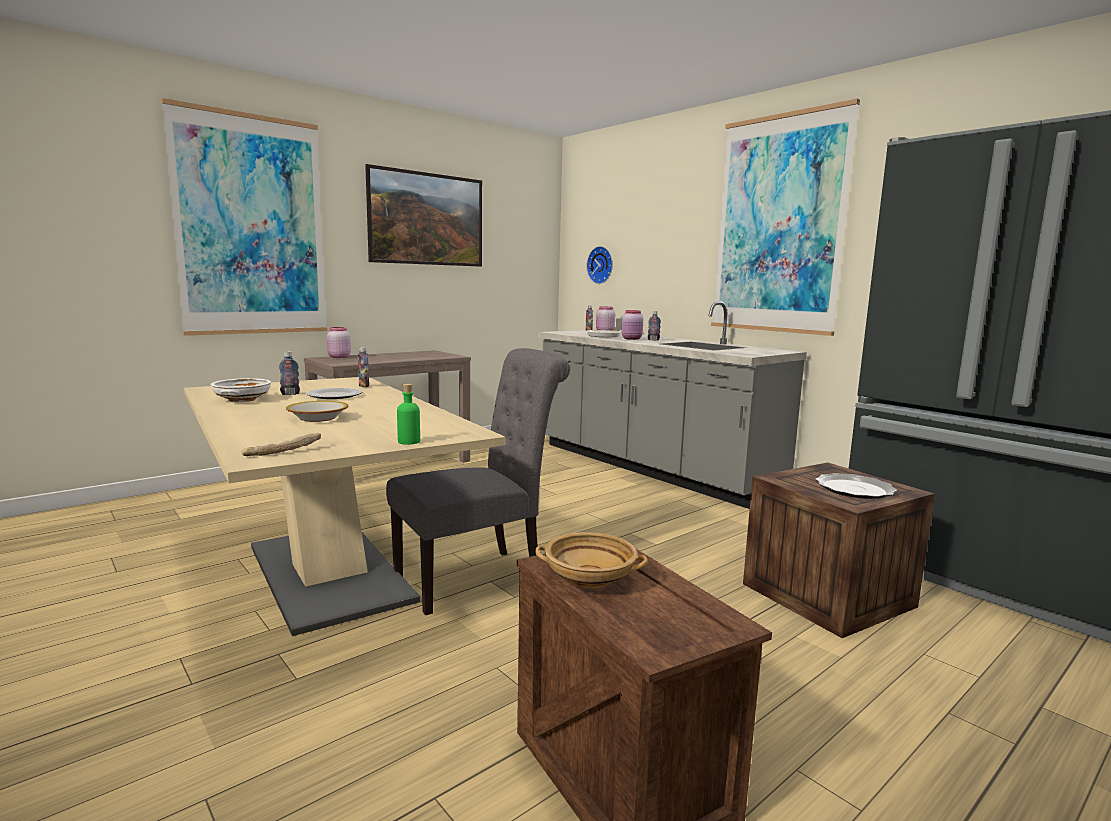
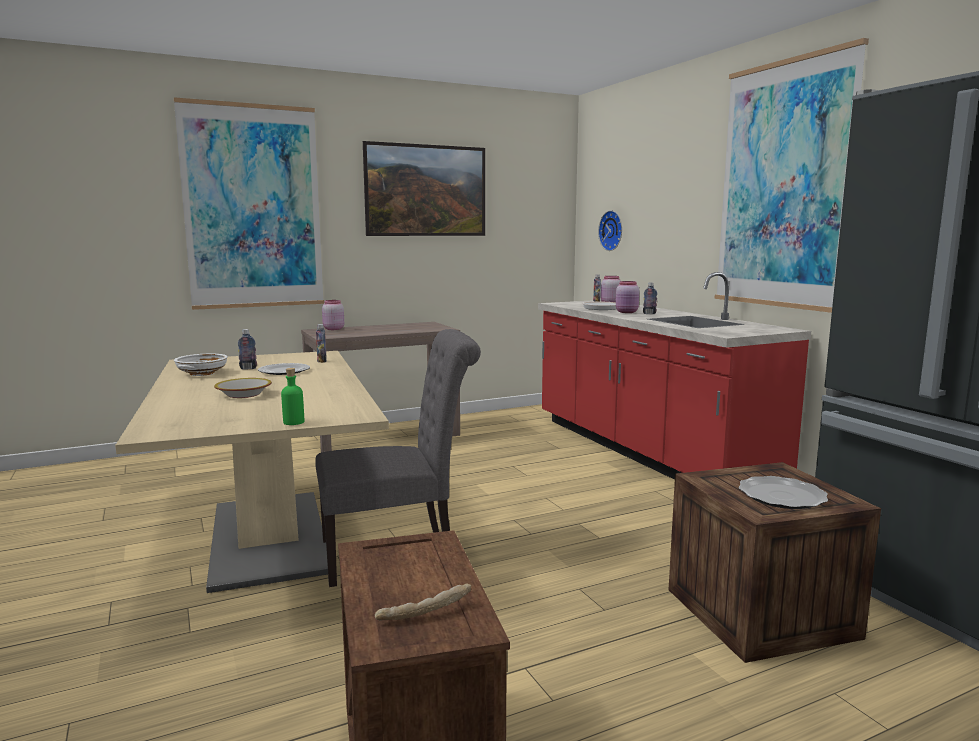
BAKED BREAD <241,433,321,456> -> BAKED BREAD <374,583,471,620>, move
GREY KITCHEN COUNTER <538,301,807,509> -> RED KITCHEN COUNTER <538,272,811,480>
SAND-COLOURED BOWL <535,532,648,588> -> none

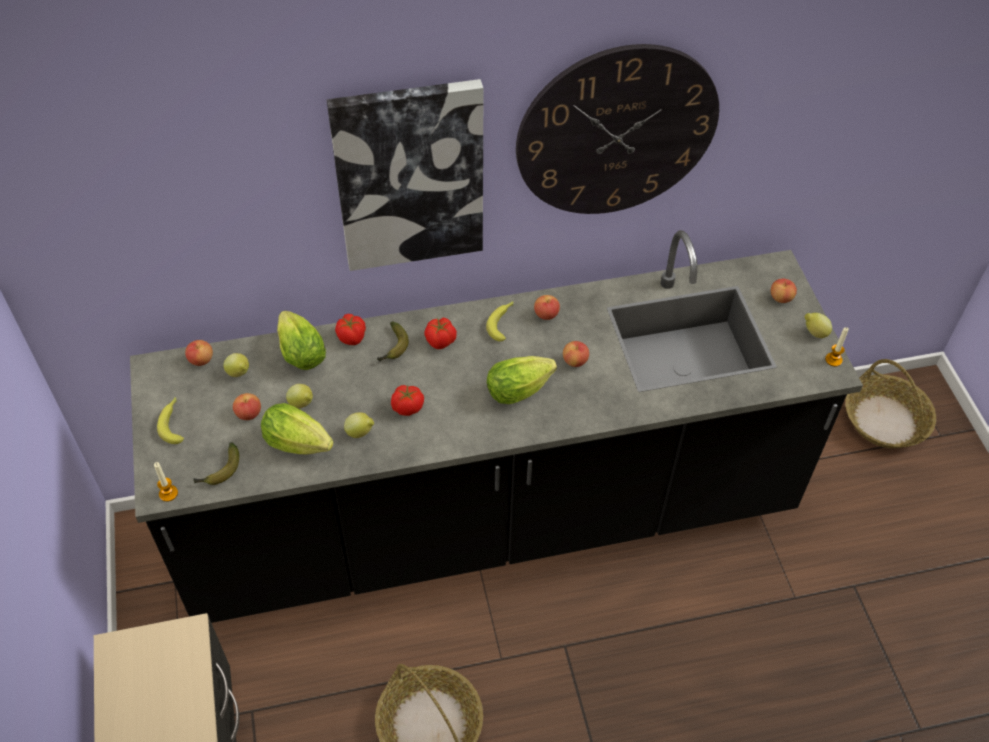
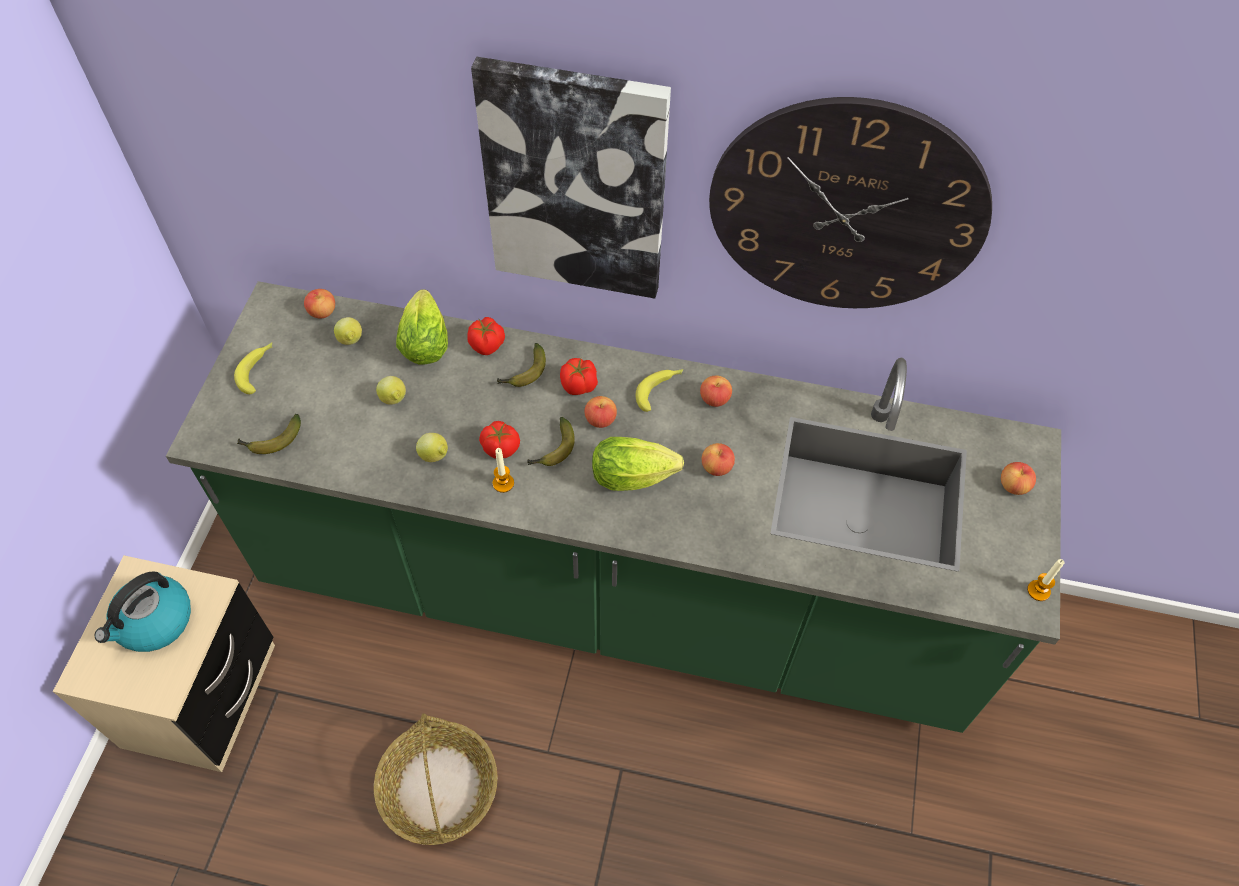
none -> KETTLE <95,571,191,652>
BLACK KITCHEN COUNTER <130,230,863,623> -> GREEN KITCHEN COUNTER <166,281,1061,733>
WAX CANDLE <154,462,178,502> -> WAX CANDLE <493,448,514,493>, move
none -> BANANA FRUIT <527,417,575,466>
APPLE <233,393,261,420> -> APPLE <585,396,617,428>, move
LETTUCE HEAD <261,403,334,455> -> none
WHOLE LEMON <805,313,832,338> -> none
HOUSEHOLD BASKET <845,359,936,448> -> none

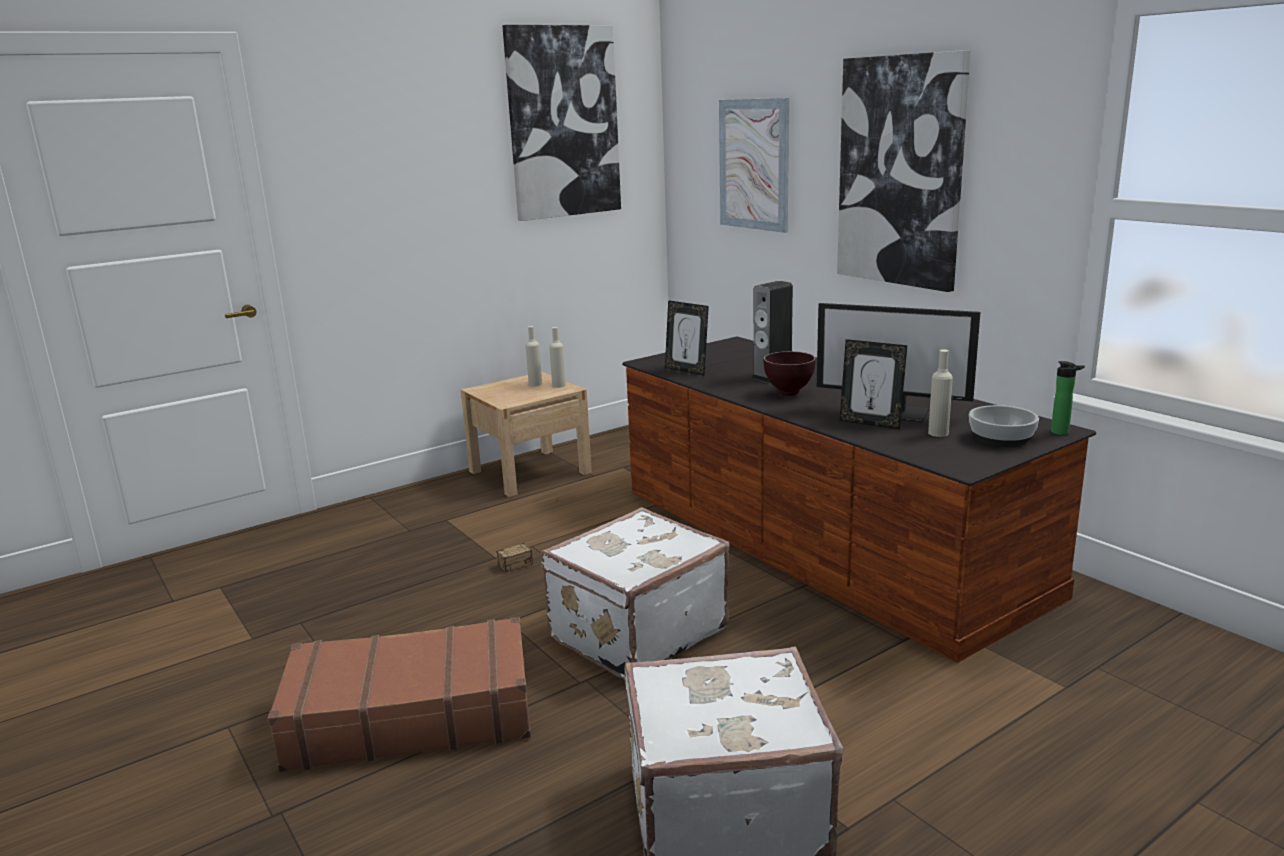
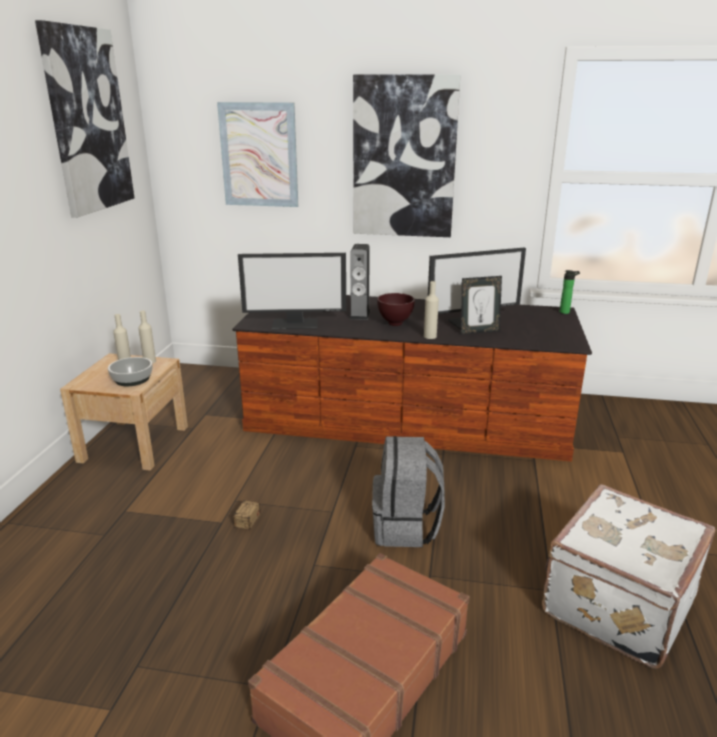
BOWL <969,405,1039,447> -> BOWL <108,357,153,386>, move
PICTURE FRAME <665,300,709,376> -> MONITOR <238,253,346,329>
WHITISH TRAVEL CASE <541,507,730,680> -> GREY BACKPACK <372,436,445,547>
SAND-COLOURED BOTTLE <928,349,953,437> -> SAND-COLOURED BOTTLE <424,281,439,339>, move

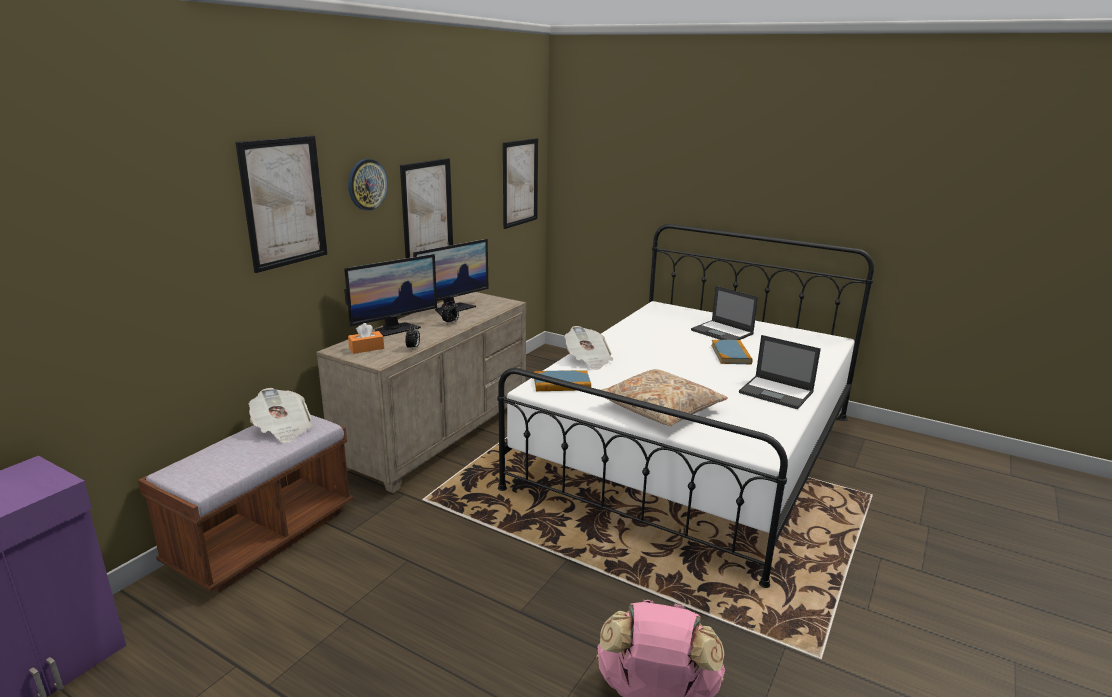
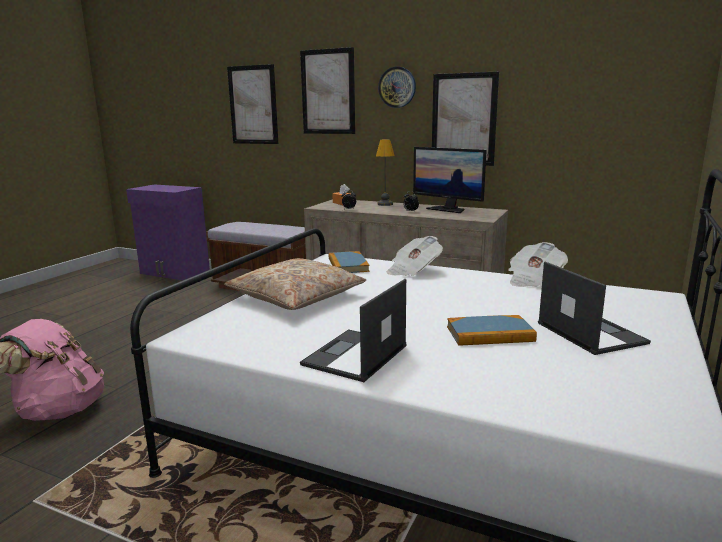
PICTURE <503,138,538,229> -> PICTURE <227,64,278,144>, move
MONITOR <344,254,437,337> -> TABLETOP LAMP <376,139,395,206>
NEWSPAPER <249,388,313,443> -> NEWSPAPER <509,242,568,287>, move
PORTABLE COMPUTER <691,286,758,340> -> PORTABLE COMPUTER <538,261,651,355>, 120 degrees clockwise

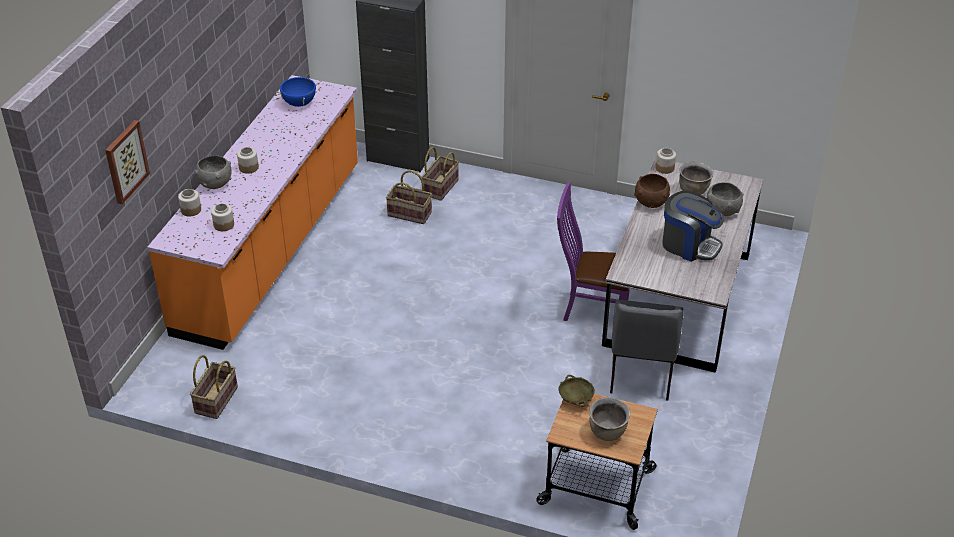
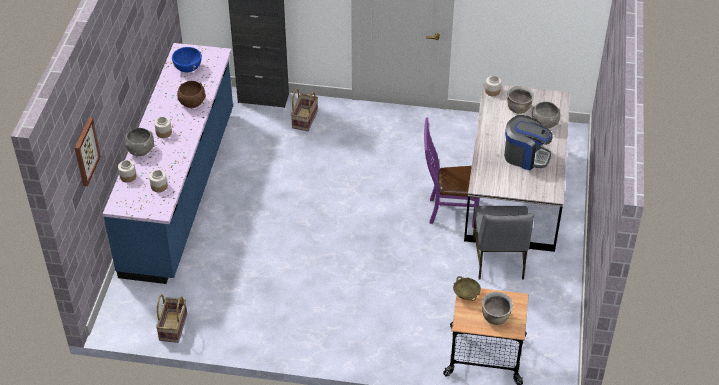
ORANGE-COLOURED KITCHEN COUNTER <148,75,358,350> -> BLUISH KITCHEN COUNTER <103,43,233,284>
BROWNISH BOWL <634,174,670,208> -> BROWNISH BOWL <177,81,206,109>, move
HOUSEHOLD BASKET <386,170,432,224> -> none

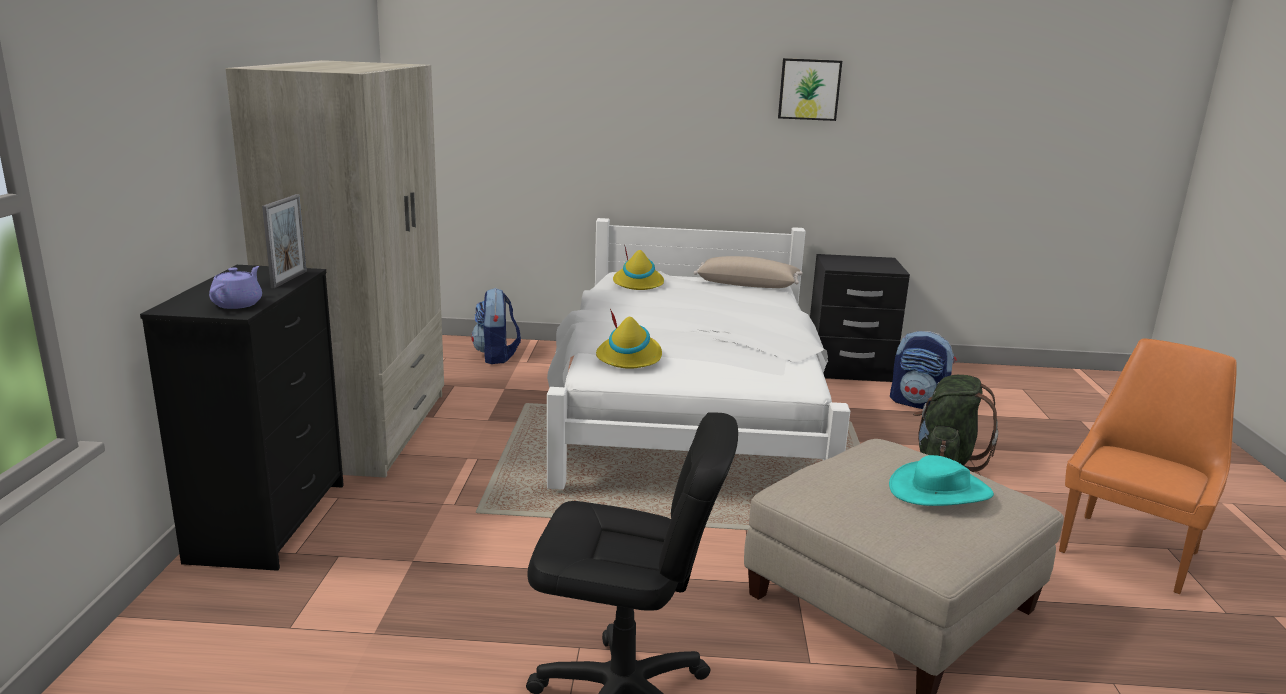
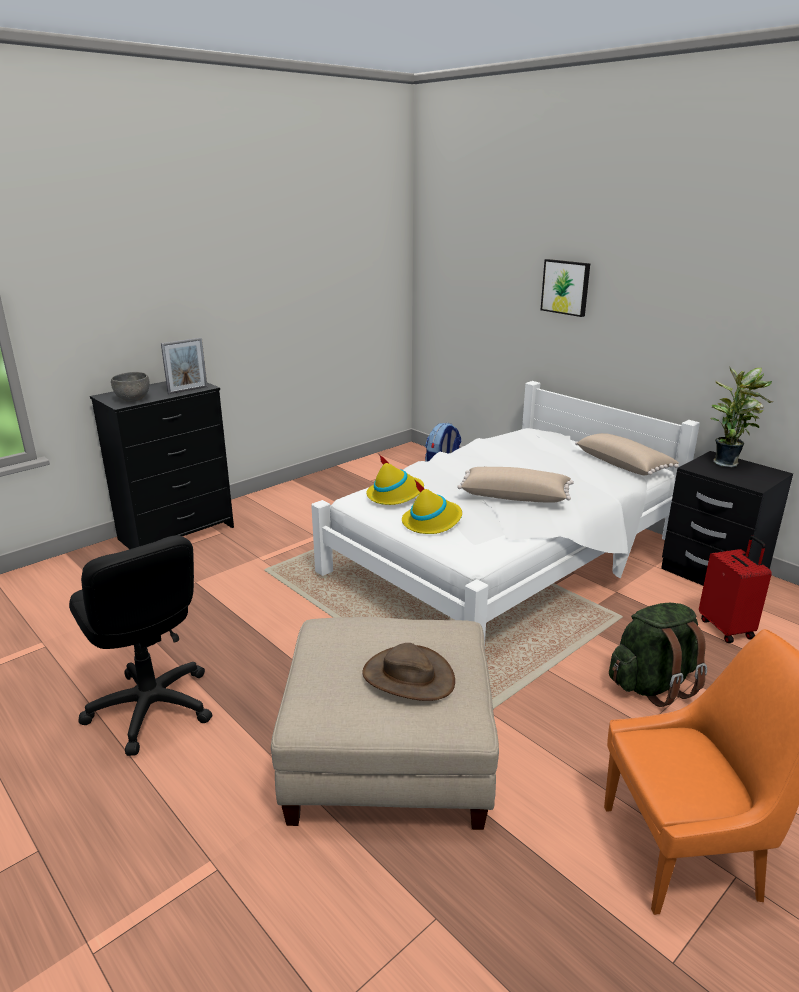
PURPLE TEA POT <209,266,262,309> -> GREY BOWL <111,372,150,402>
TURQUOISE CLOTHING HAT <889,455,994,506> -> BROWNISH CLOTHING HAT <362,643,455,701>
YELLOW-COLOURED CLOTHING HAT <613,244,664,290> -> YELLOW-COLOURED CLOTHING HAT <402,479,462,534>, move
none -> SAND-COLOURED THROW PILLOW <457,467,574,503>
PICTURE <778,58,842,121> -> PICTURE <541,259,590,317>, move
BACKPACK <890,331,957,409> -> RED TRAVEL CASE <699,536,772,643>
none -> PLANT IN A POT <710,366,774,467>
SAND-COLOURED CLOTHES CUPBOARD <225,60,444,478> -> none

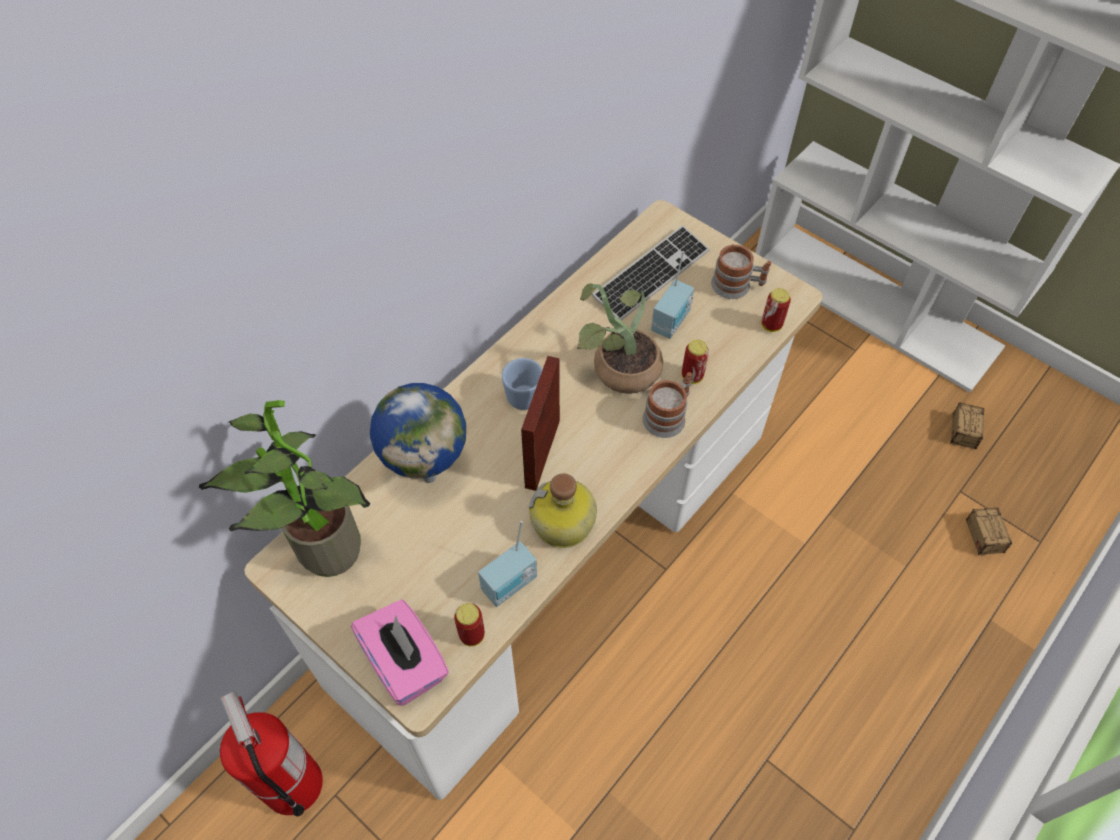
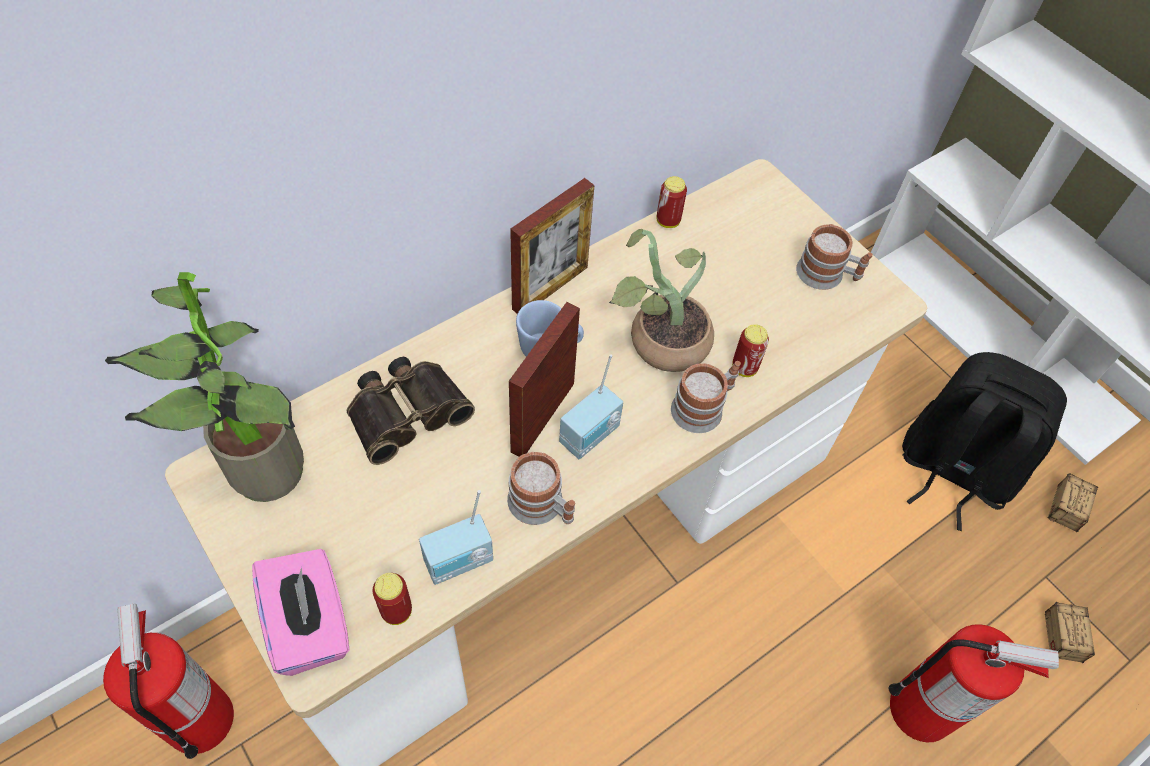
GLOBE <370,383,466,483> -> BINOCULARS <347,357,475,465>
BOTTLE <528,473,597,548> -> COFFEE MUG <507,452,575,525>
none -> PICTURE FRAME <510,178,594,314>
RADIO <651,251,694,339> -> RADIO <559,354,623,459>, move
CAN <761,288,791,332> -> CAN <657,176,687,228>, move
none -> FIRE EXTINGUISHER <889,624,1059,742>
none -> BLACK BACKPACK <902,352,1067,531>
COMPUTER KEYBOARD <592,225,710,320> -> none

